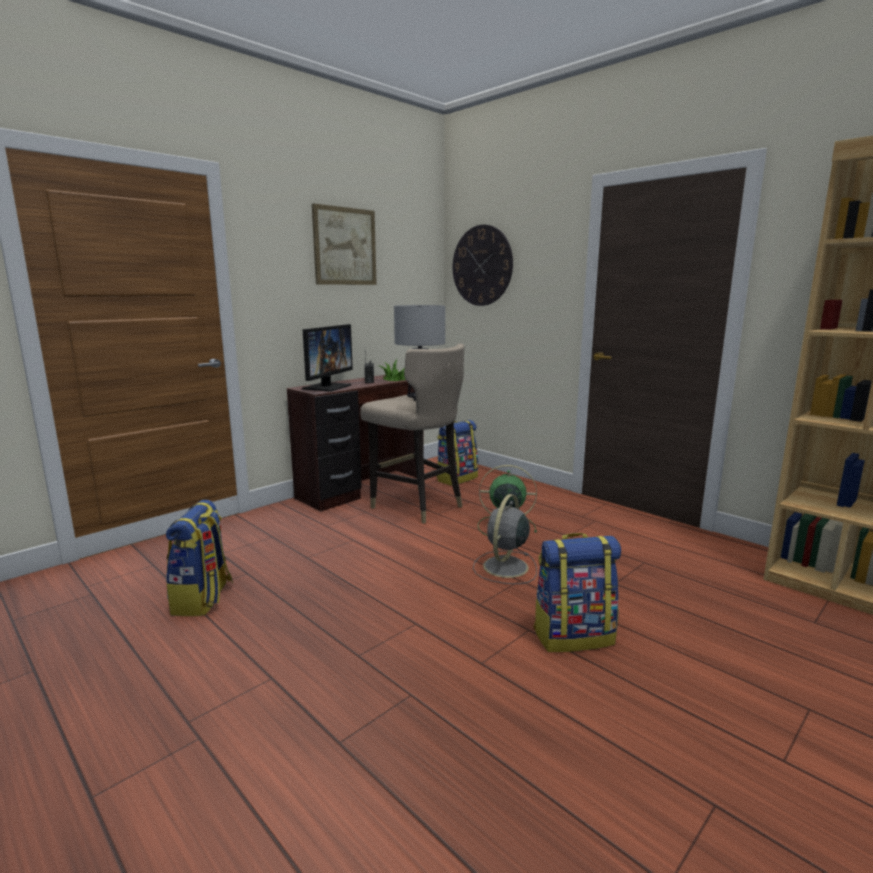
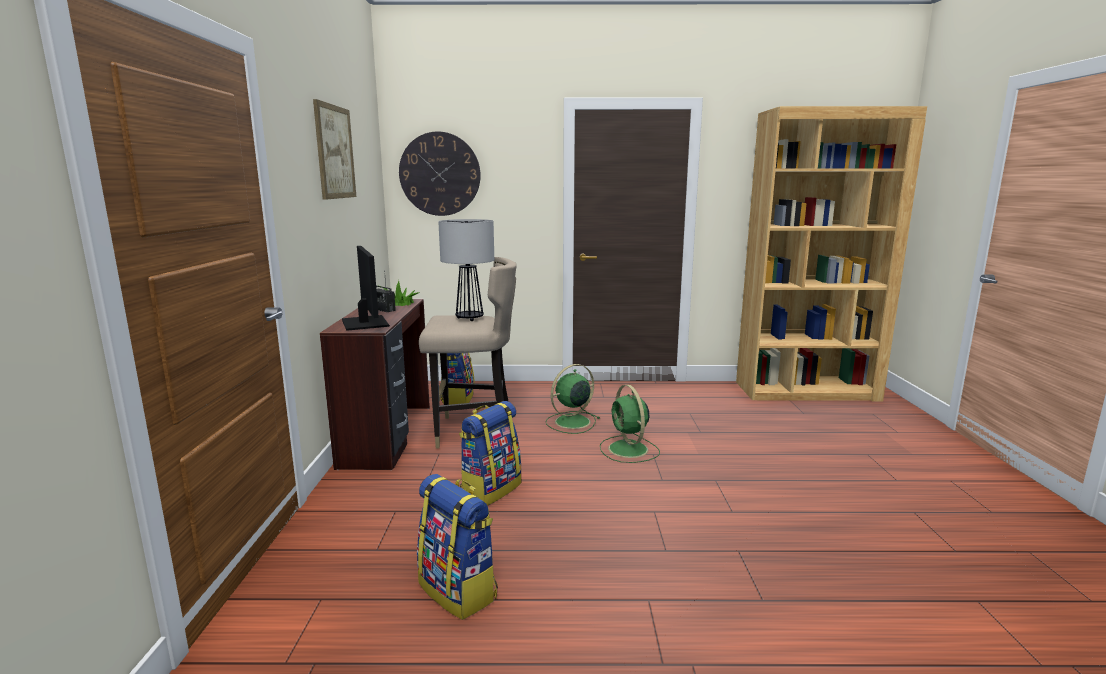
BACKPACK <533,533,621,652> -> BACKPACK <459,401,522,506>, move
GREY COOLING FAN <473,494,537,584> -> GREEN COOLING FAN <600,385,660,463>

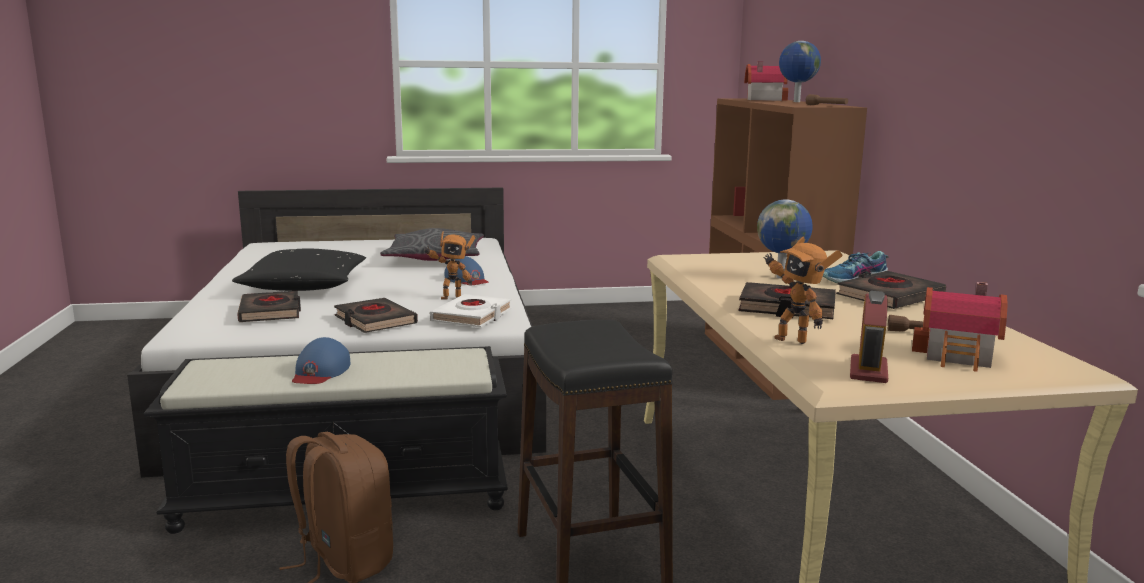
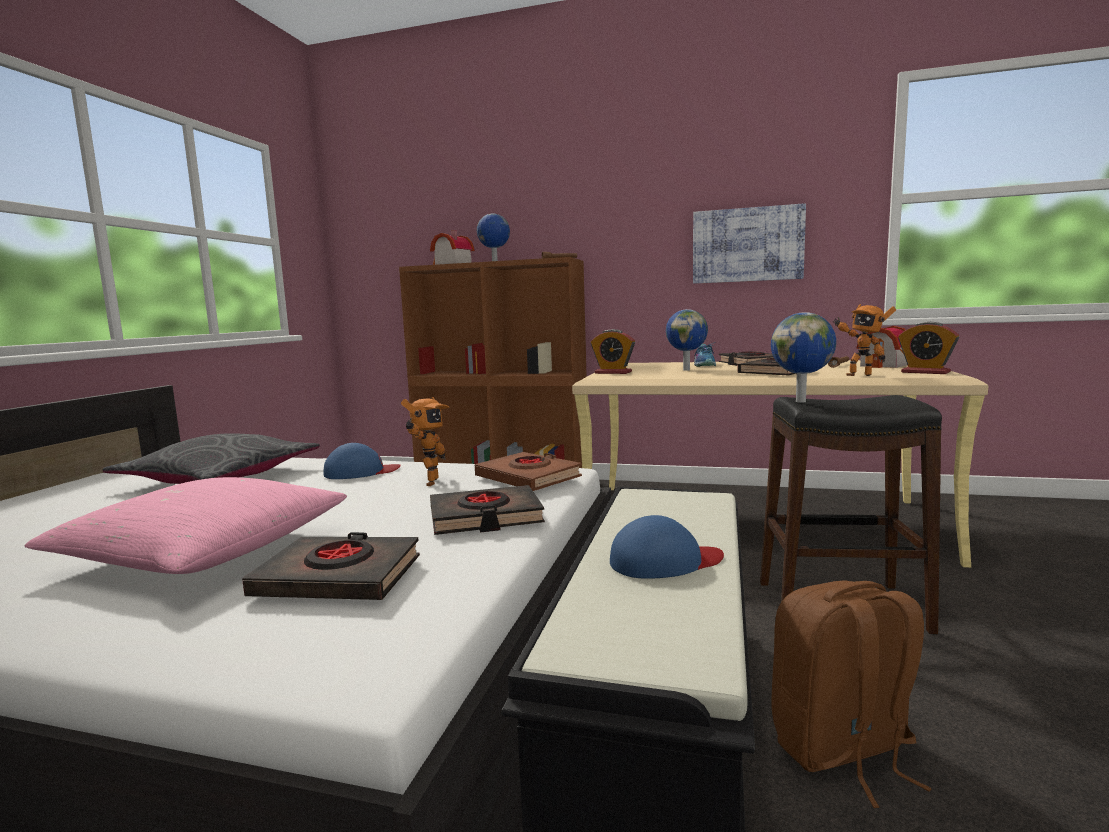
BLACK THROW PILLOW <232,248,366,291> -> PINK-COLOURED THROW PILLOW <25,477,347,574>
WHITISH BOOK <430,294,512,328> -> BROWNISH BOOK <475,452,582,491>
none -> ALARM CLOCK <591,329,635,374>
BLUISH PEAKED CAP <292,337,350,384> -> BLUISH PEAKED CAP <610,515,724,579>, 45 degrees counterclockwise
none -> PICTURE <693,203,806,284>
none -> GLOBE <771,312,836,403>
ROBOT FIGURE <763,237,842,344> -> ROBOT FIGURE <832,304,896,376>, 60 degrees clockwise

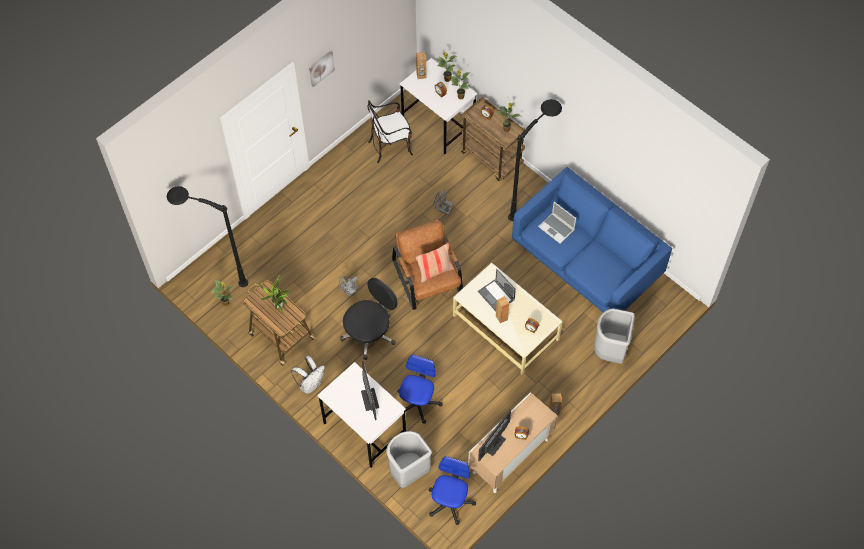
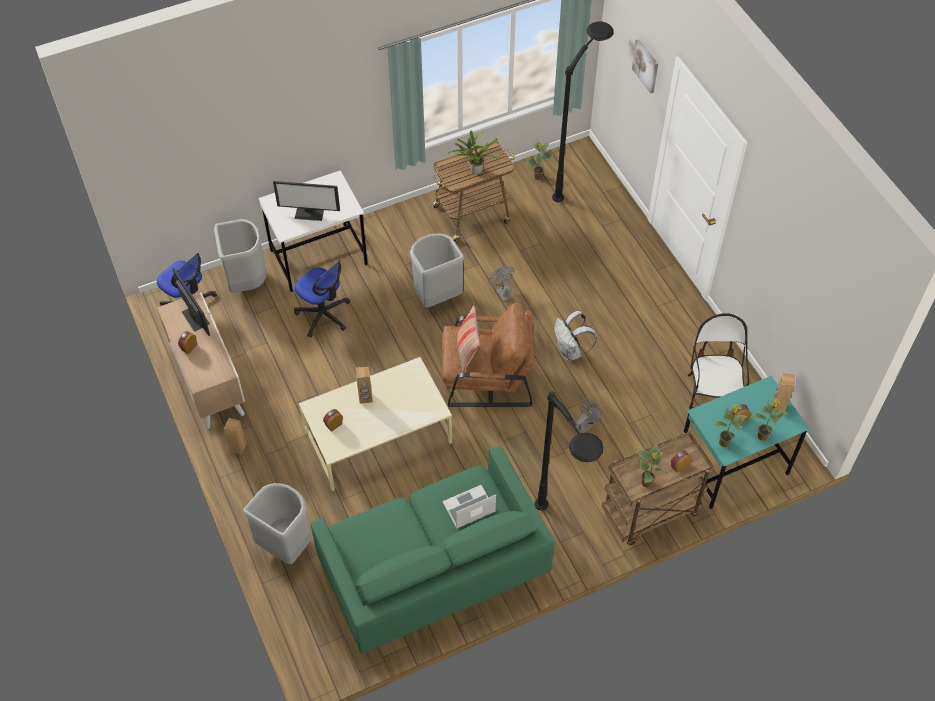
BLUISH COUCH <512,167,672,312> -> GREEN COUCH <310,446,554,654>
BLACK OFFICE CHAIR <340,278,398,360> -> GREY WASTE BIN <410,234,464,308>
WHITISH BACKPACK <291,356,325,394> -> WHITISH BACKPACK <554,311,597,361>, move
PICTURE <309,51,335,87> -> PICTURE <632,39,658,93>, move
WHITISH DESK UNIT <400,58,477,154> -> TURQUOISE DESK UNIT <684,376,810,509>
PORTABLE COMPUTER <478,269,516,311> -> none

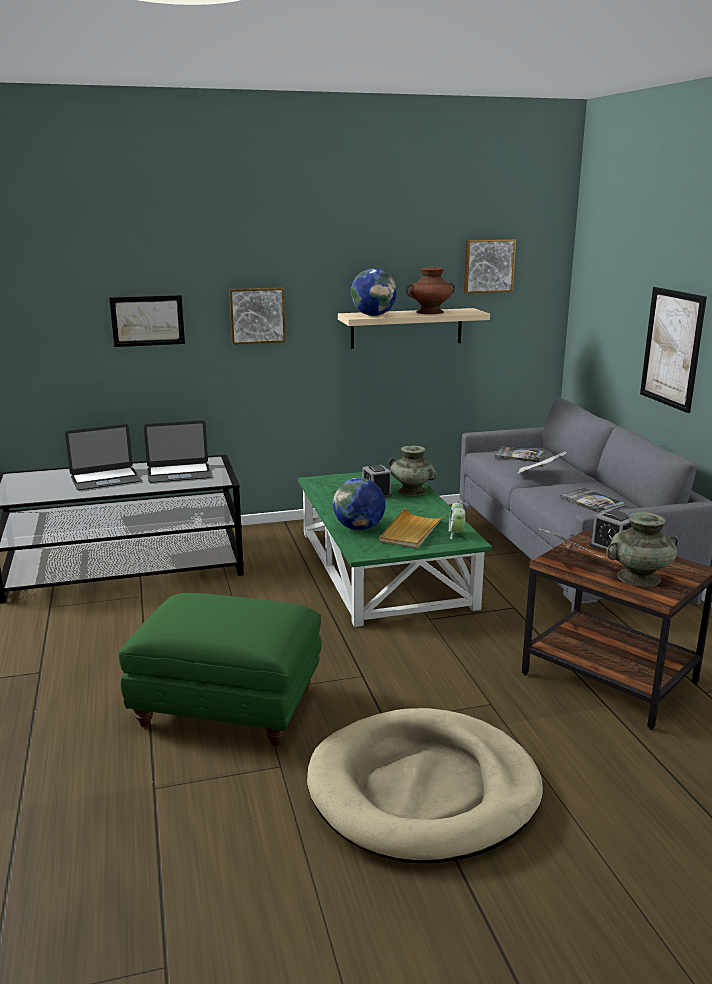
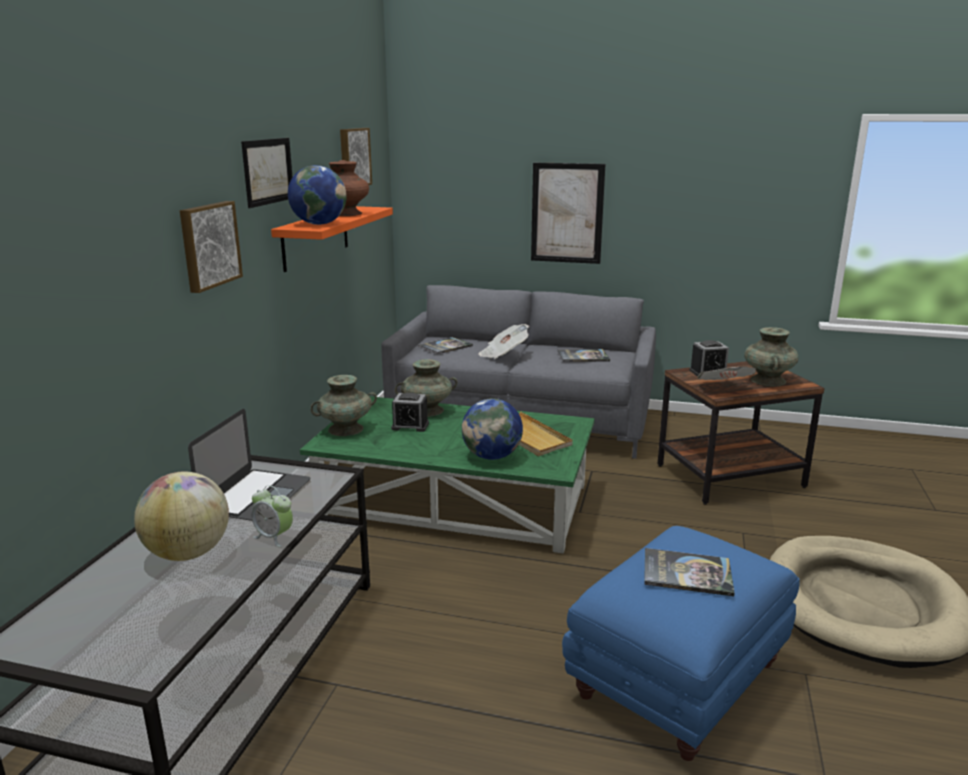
PORTABLE COMPUTER <65,424,141,490> -> GLOBE <134,472,229,561>
PICTURE <109,295,185,347> -> PICTURE <241,138,292,208>, move
ALARM CLOCK <448,501,465,539> -> ALARM CLOCK <251,485,293,547>, move
SAND-COLOURED WALL SHELF <338,308,490,349> -> ORANGE-COLOURED WALL SHELF <271,206,393,272>
none -> TURQUOISE DECORATIVE VASE <310,375,377,436>
GREEN POUFFE <118,593,322,746> -> BLUISH POUFFE <562,526,800,761>
none -> BOOK <644,548,735,596>

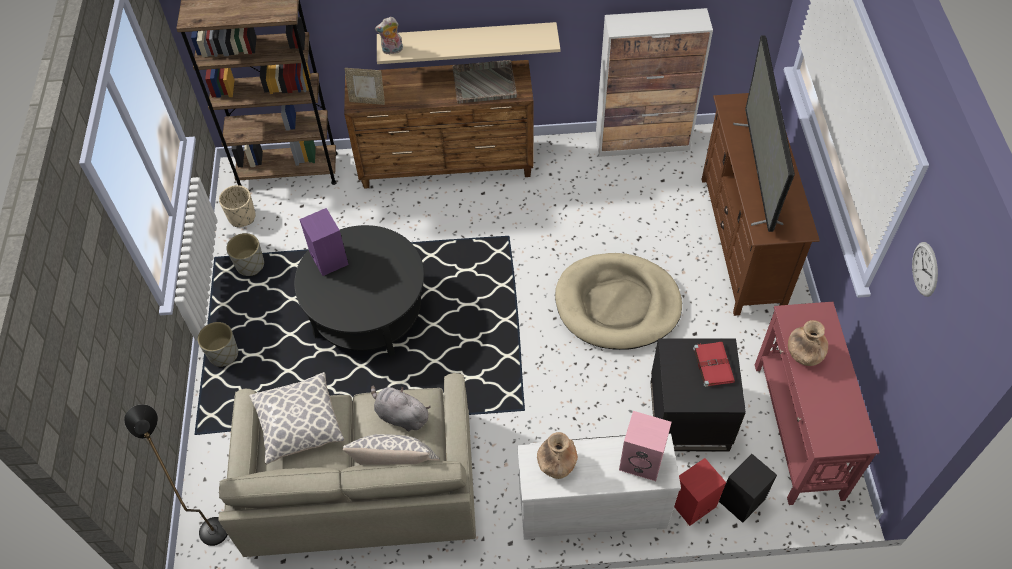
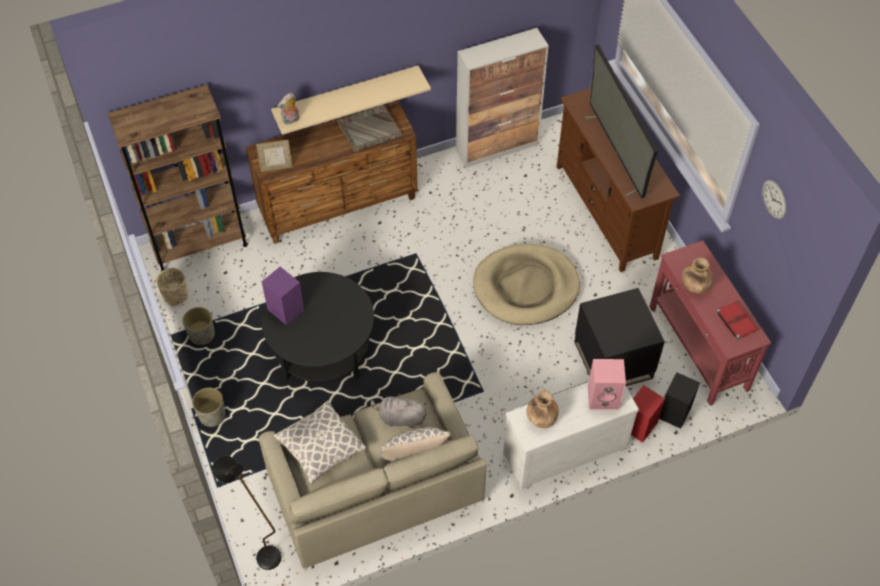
RED BOOK <693,342,735,387> -> RED BOOK <716,301,758,340>, move

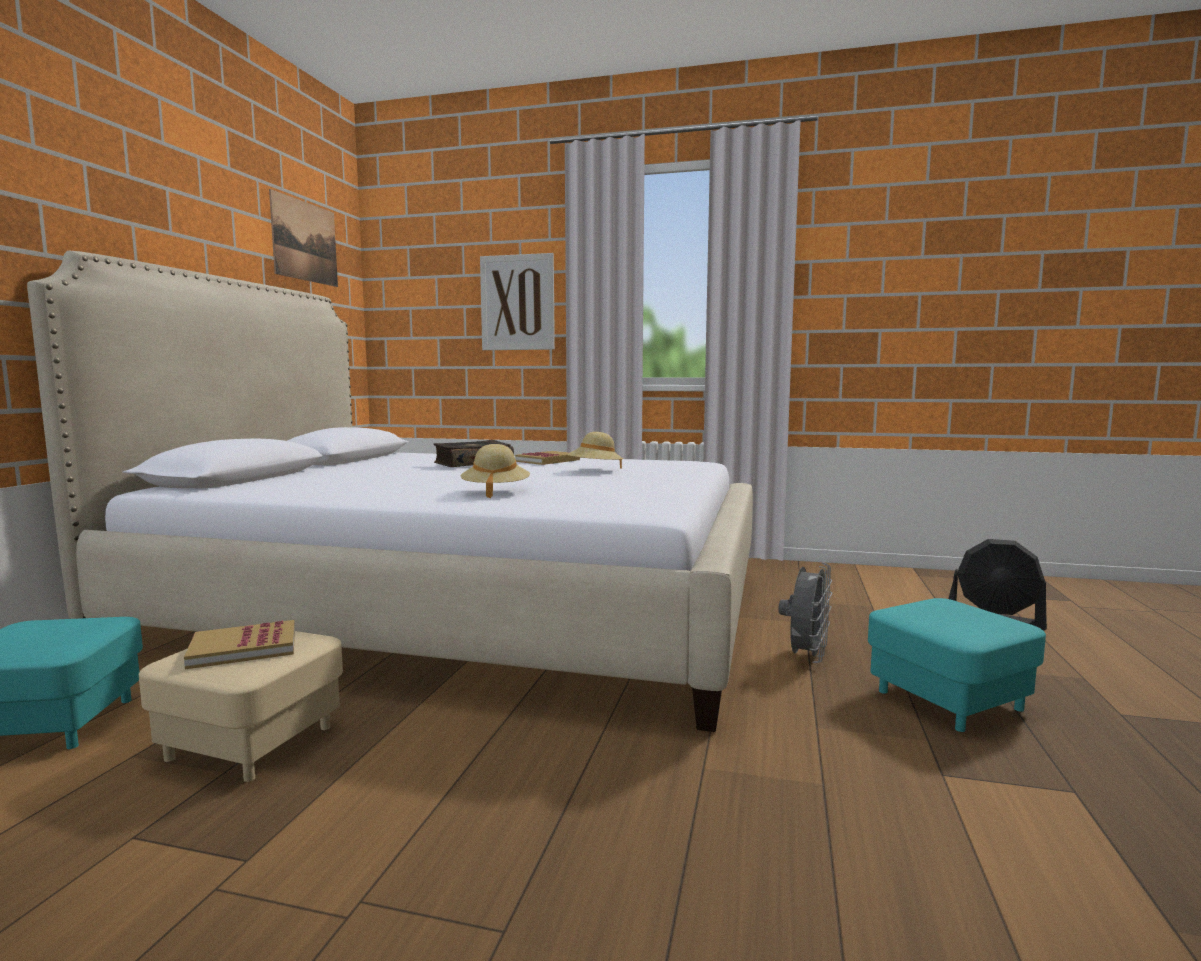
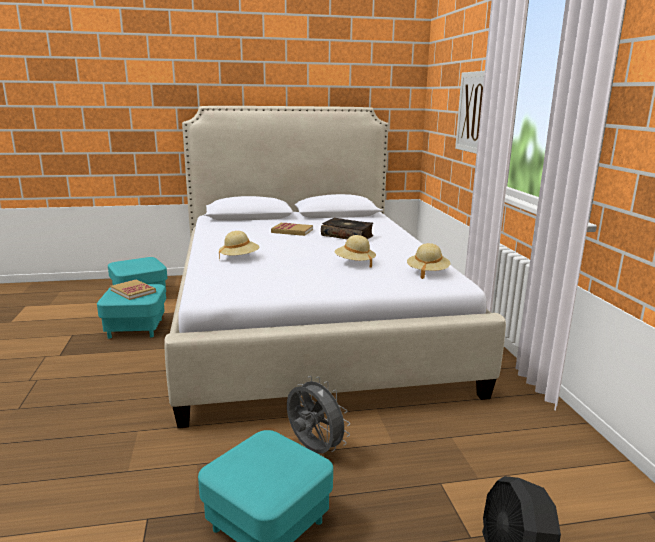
SAND-COLOURED POUFFE <139,631,343,782> -> TURQUOISE POUFFE <97,284,166,339>
BOOK <515,451,580,465> -> BOOK <271,223,313,236>, move
GREY COOLING FAN <778,563,832,663> -> GREY COOLING FAN <287,376,350,454>, 135 degrees counterclockwise
none -> SAND-COLOURED CLOTHING HAT <407,243,450,279>
PICTURE <269,189,338,287> -> none

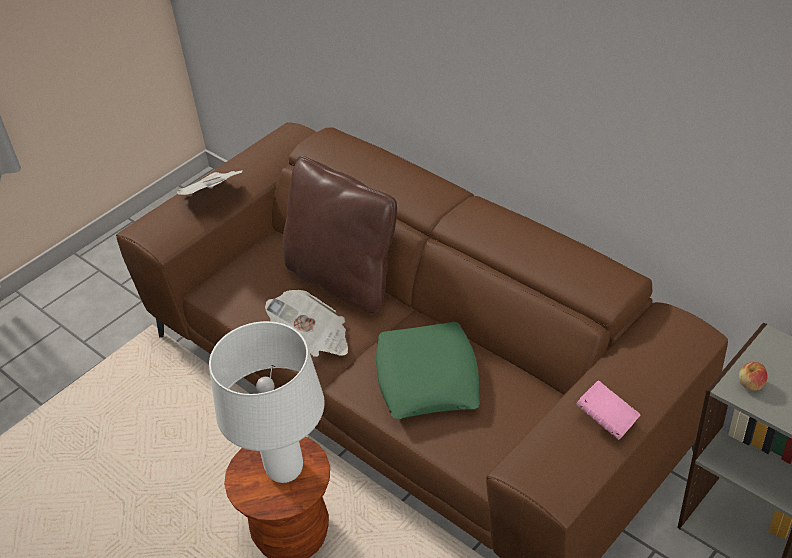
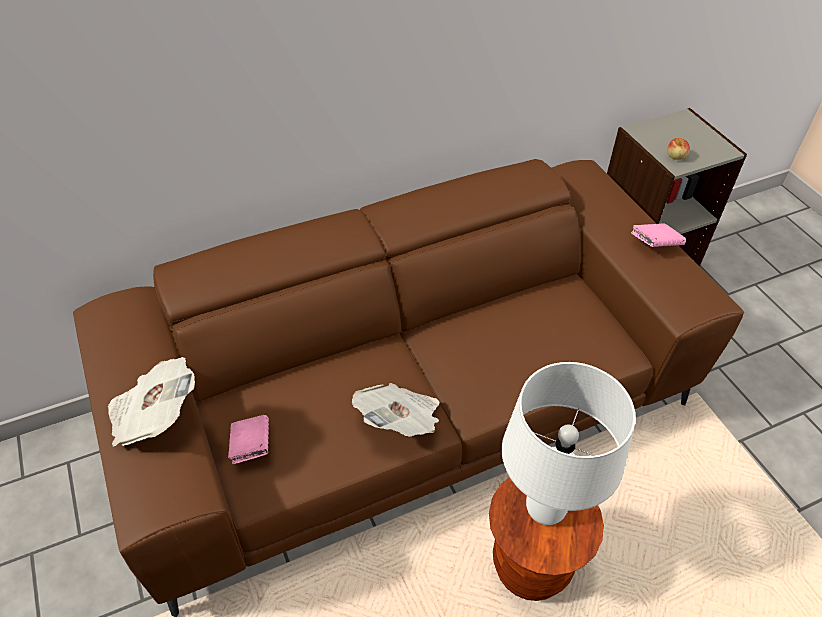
none -> PINK-COLOURED BOOK <228,415,269,464>
BROWNISH THROW PILLOW <283,156,397,314> -> none
GREEN THROW PILLOW <376,322,480,419> -> none

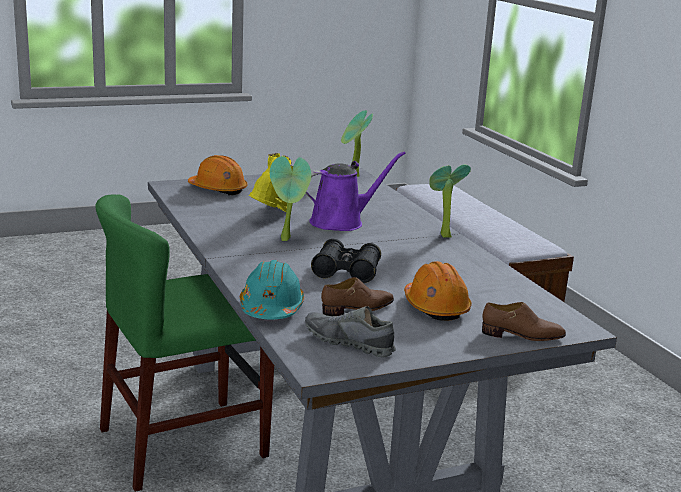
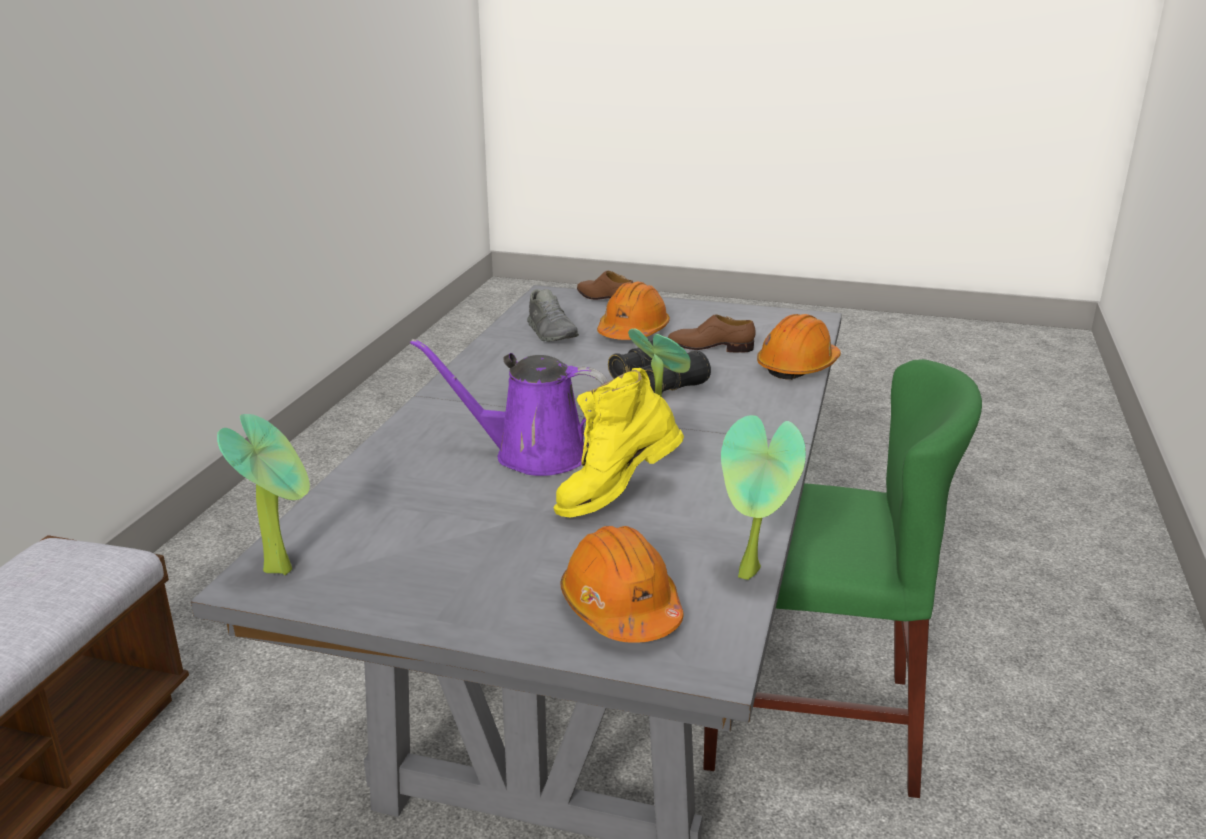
GREY ITEM OF FOOTWEAR <305,306,396,357> -> GREY ITEM OF FOOTWEAR <527,289,579,342>, move
PLANT IN A POT <429,164,471,238> -> PLANT IN A POT <721,415,806,580>, move
TURQUOISE WORK HELMET <240,260,304,320> -> ORANGE-COLOURED WORK HELMET <757,314,841,380>

